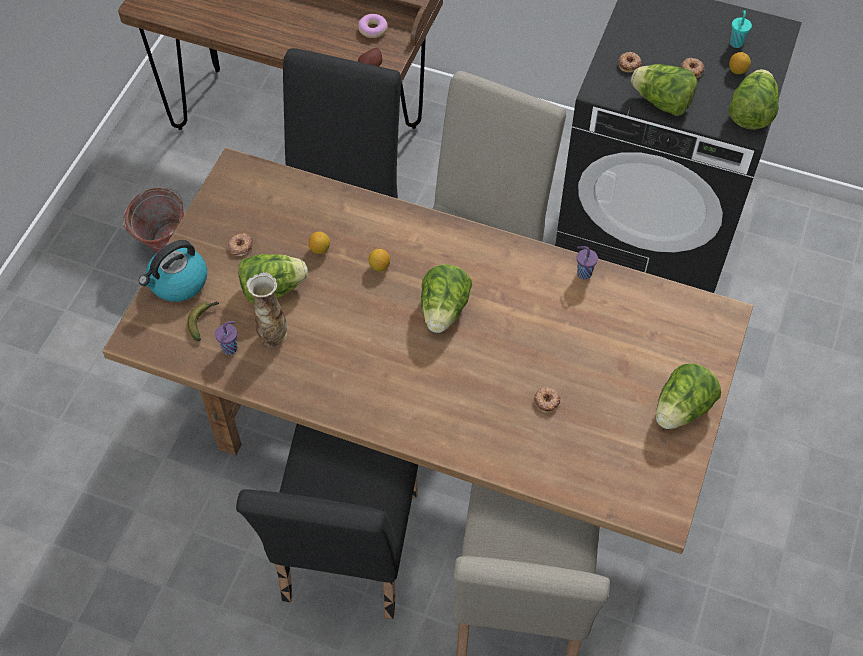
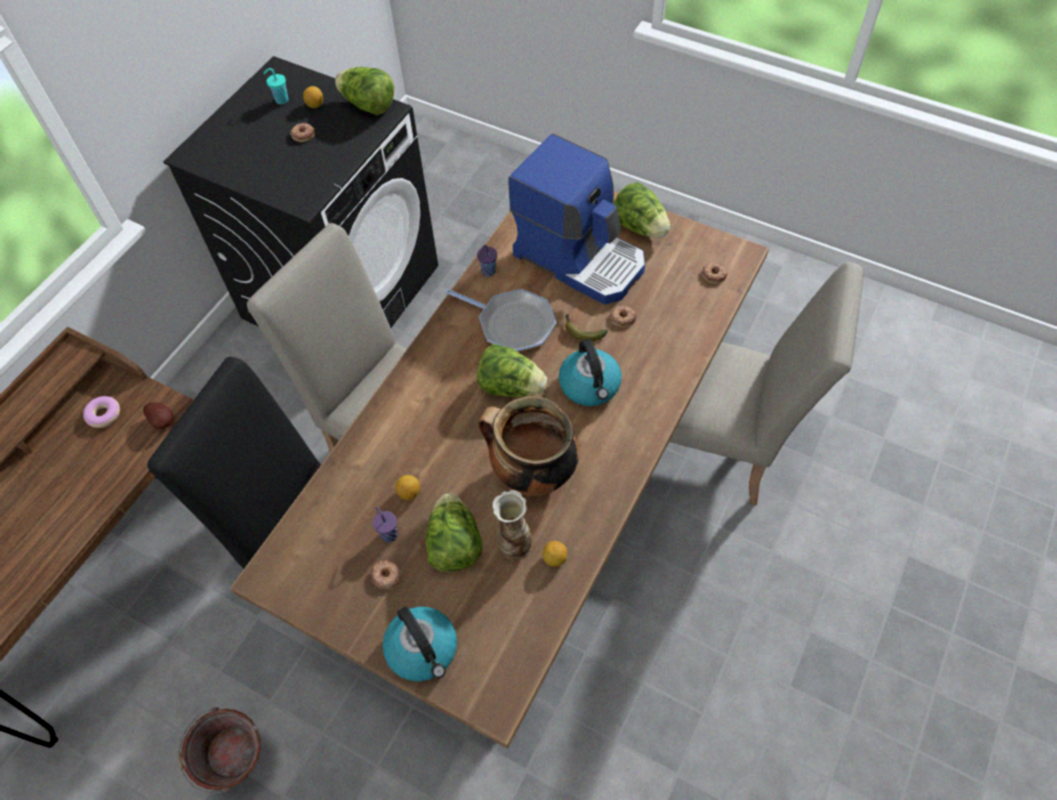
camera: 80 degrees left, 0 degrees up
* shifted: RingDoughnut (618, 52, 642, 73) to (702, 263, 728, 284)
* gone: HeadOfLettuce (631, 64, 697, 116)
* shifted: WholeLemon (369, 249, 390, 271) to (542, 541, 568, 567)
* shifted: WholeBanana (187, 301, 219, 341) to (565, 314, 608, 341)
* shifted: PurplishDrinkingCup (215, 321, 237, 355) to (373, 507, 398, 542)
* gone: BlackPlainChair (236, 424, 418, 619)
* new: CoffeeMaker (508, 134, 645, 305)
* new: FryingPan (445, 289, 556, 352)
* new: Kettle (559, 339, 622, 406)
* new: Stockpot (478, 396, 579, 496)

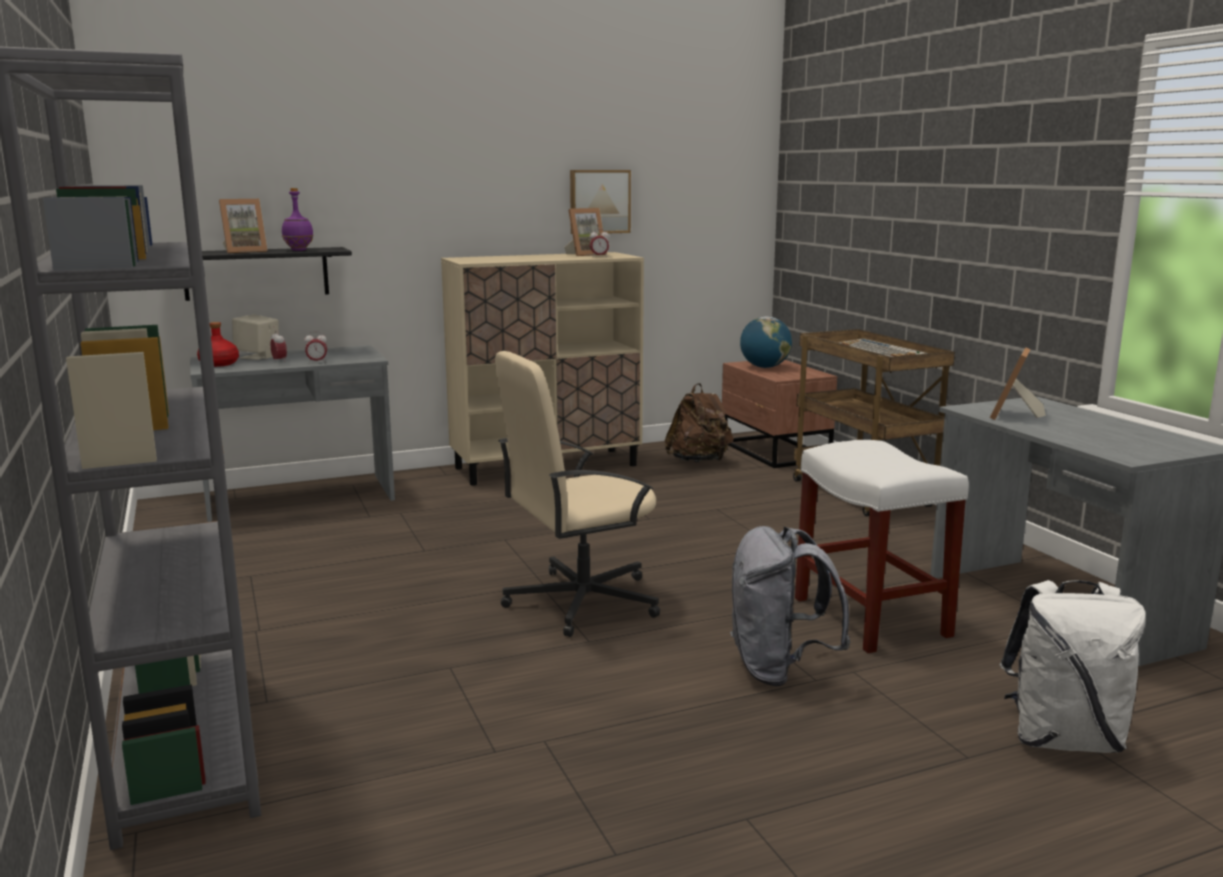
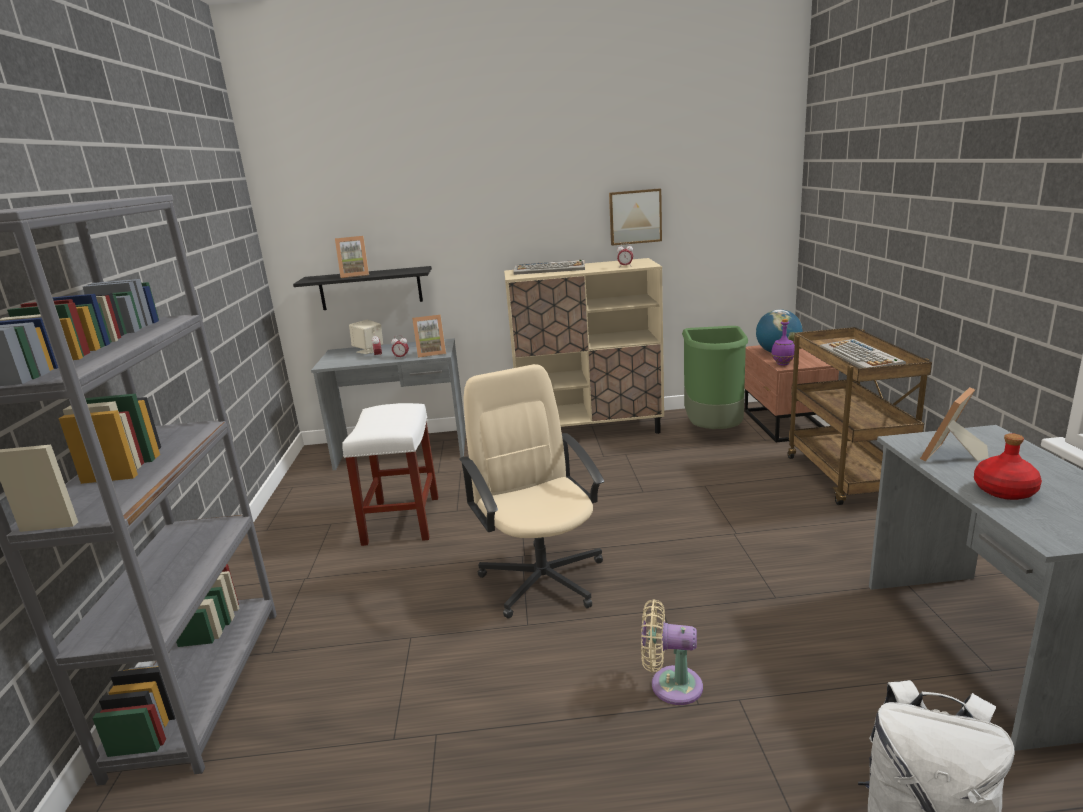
camera: 20 degrees right, 5 degrees up
* shifted: PurplishBottle (282, 188, 314, 251) to (771, 319, 795, 365)
* shifted: PhotoFrame (565, 208, 607, 256) to (412, 315, 446, 358)
* shifted: RedBottle (197, 322, 239, 367) to (974, 433, 1042, 500)
* rotated: BeigeComputerChair (495, 351, 660, 637) = (459, 364, 604, 619) 75 degrees clockwise
* swapped: BrownRucksack (665, 383, 734, 462) to GreenishWasteBin (682, 326, 748, 429)
* shifted: WhiteColouredSittingStool (795, 440, 969, 653) to (342, 403, 438, 546)
* swapped: GreyishRucksack (730, 526, 850, 687) to BeigeElectricFan (641, 599, 703, 705)
* new: Keyboard (513, 260, 585, 275)

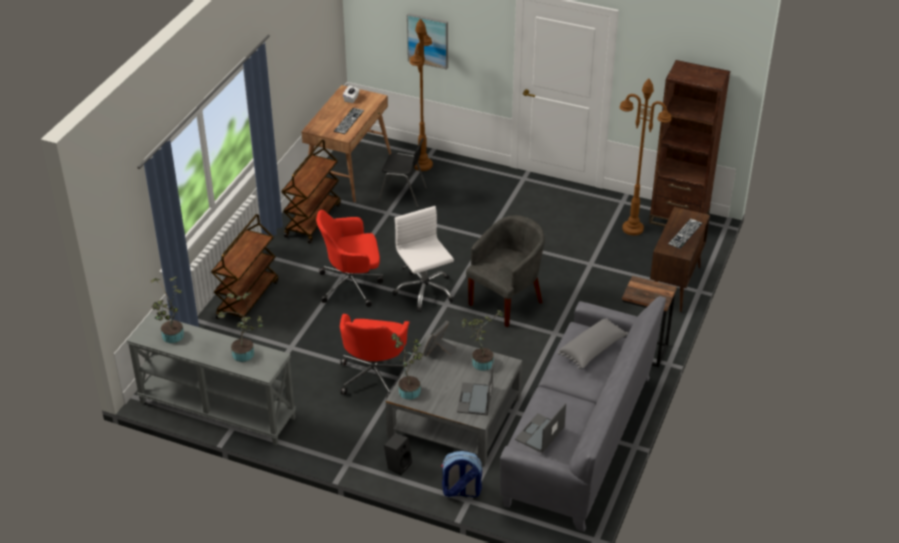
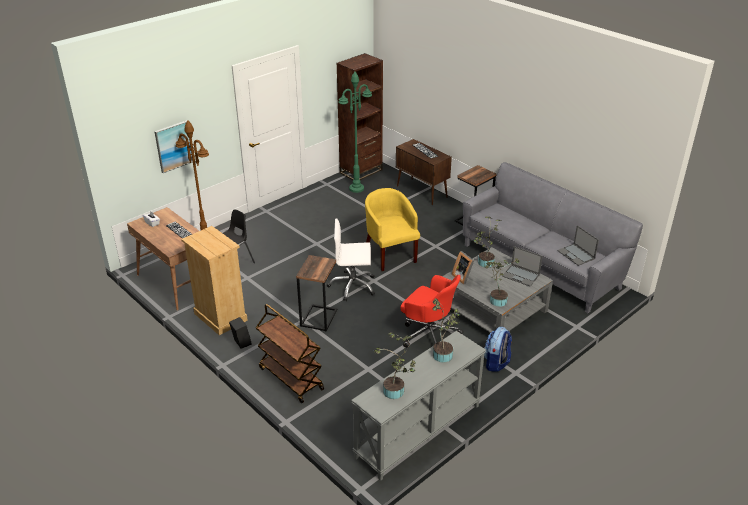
camera: 65 degrees left, 5 degrees down
* repainted: BrownFloorLamp (620, 79, 672, 235) to GreenishFloorLamp (338, 72, 372, 193)
* swapped: BrownWheeledCart (281, 139, 341, 244) to BeigeDresser (181, 226, 248, 335)
* swapped: RedComputerChair (316, 210, 383, 307) to EndTable (296, 255, 338, 331)
* repainted: GreyishLoungeChair (466, 215, 545, 327) to YellowishLoungeChair (365, 188, 420, 271)
* gone: GreyishThrowPillow (558, 318, 628, 369)
* shifted: BlackSpeaker (384, 433, 412, 475) to (229, 317, 252, 349)
* shifted: Rucksack (441, 451, 482, 497) to (484, 327, 512, 372)

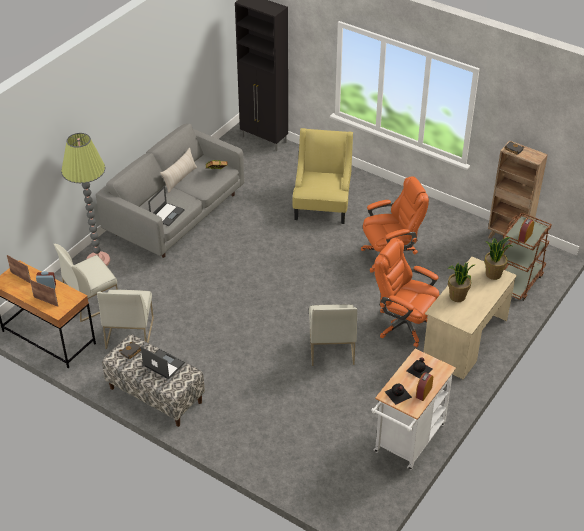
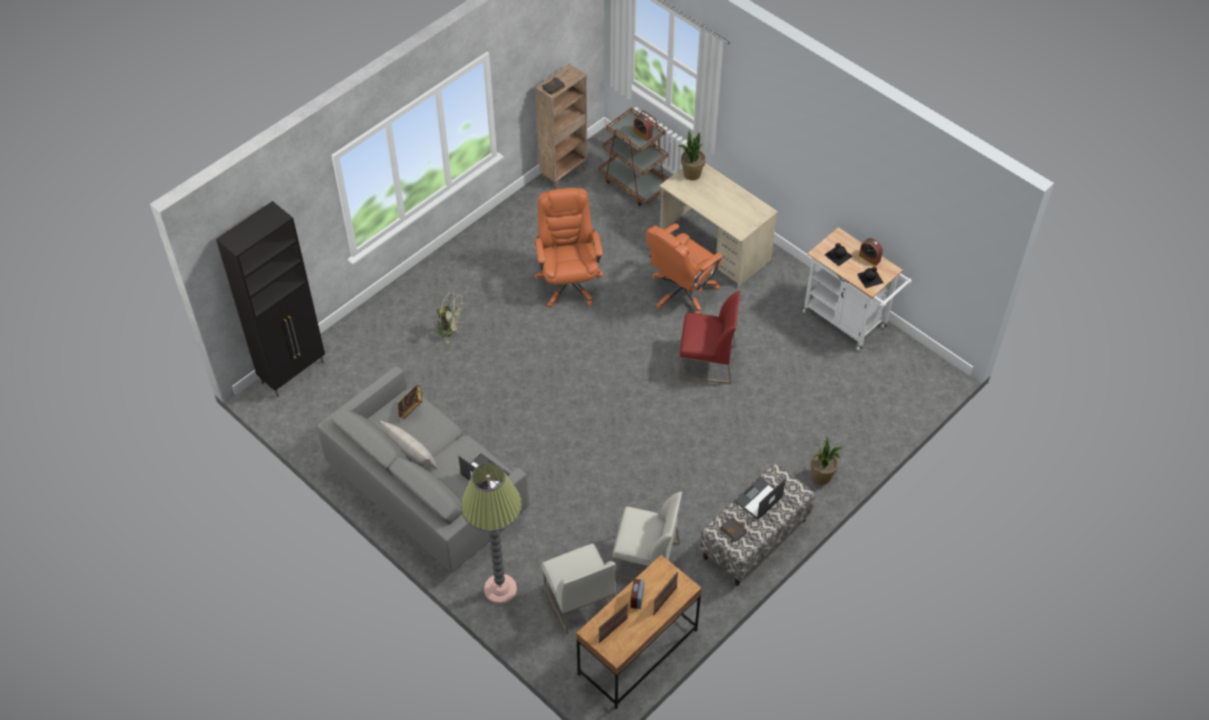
camera: 80 degrees left, 10 degrees up
* swapped: YellowishLoungeChair (292, 128, 353, 224) to GreenishElectricFan (437, 292, 465, 344)
* shifted: PottedPlant (447, 262, 476, 302) to (811, 436, 843, 485)
* repainted: WhiteColouredPlainChair (309, 304, 357, 366) to RedPlainChair (679, 291, 740, 384)

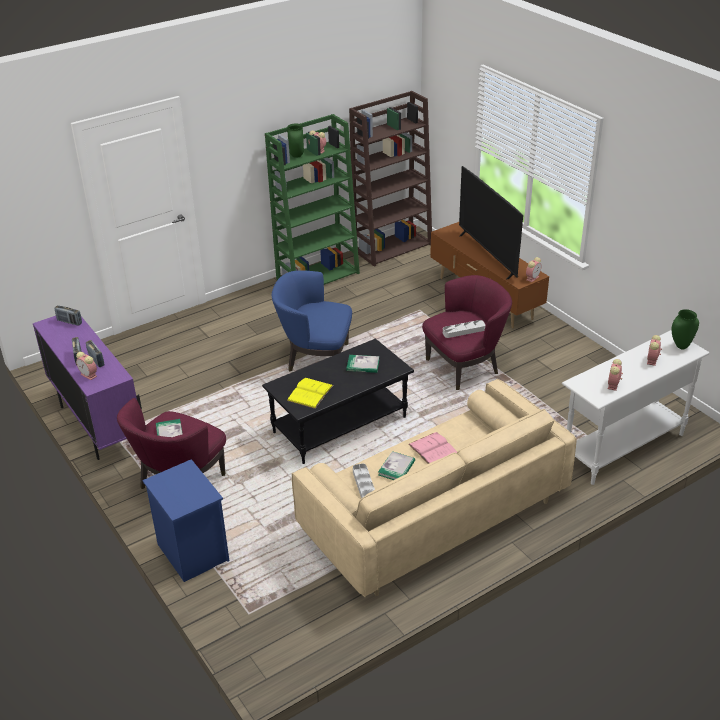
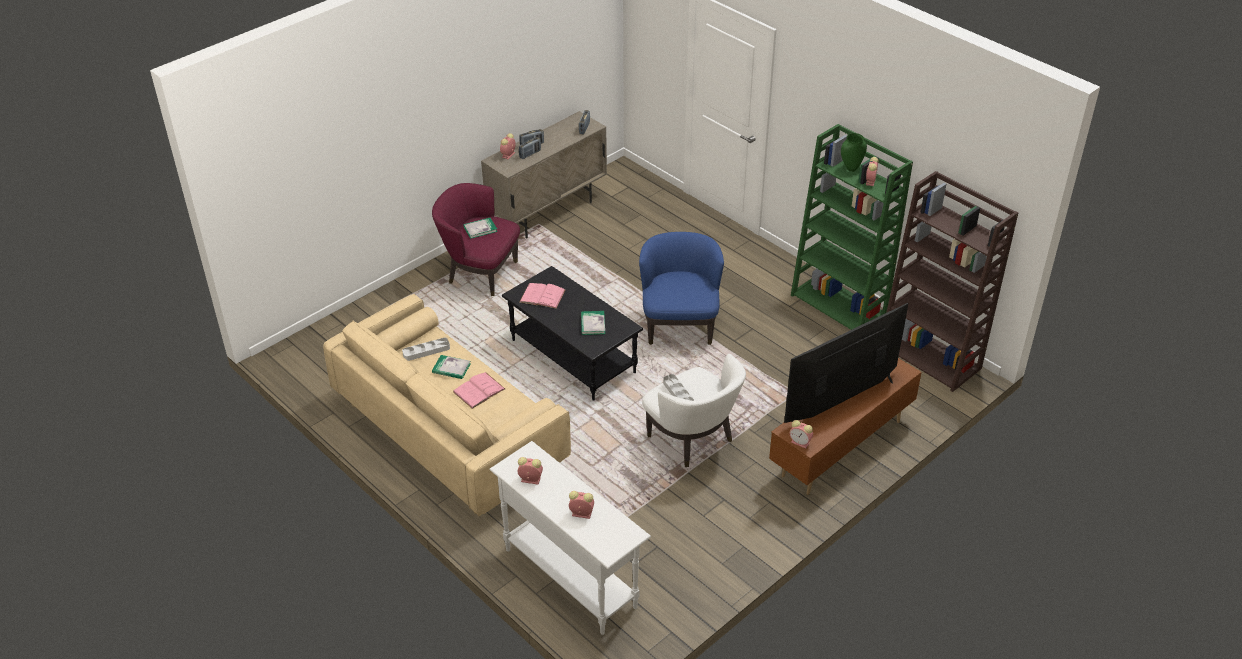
camera: 80 degrees right, 5 degrees up
* repainted: PurplishLoungeChair (422, 275, 512, 390) to WhiteColouredLoungeChair (642, 354, 746, 467)
* gone: GreenishVase (672, 309, 699, 349)
* repainted: PurplishCupboard (33, 316, 142, 460) to BeigeCupboard (481, 111, 607, 238)
* repainted: YellowishBook (287, 378, 333, 409) to PinkColouredBook (520, 283, 565, 309)
* gone: BluishNightstand (143, 459, 229, 582)

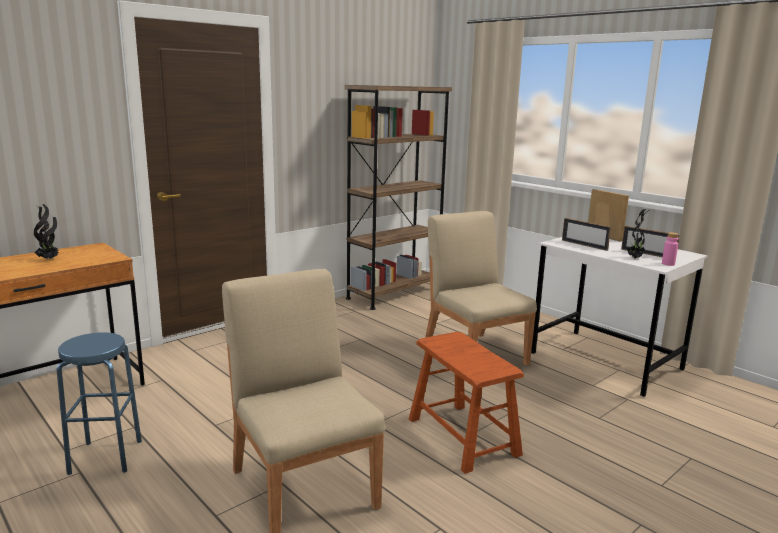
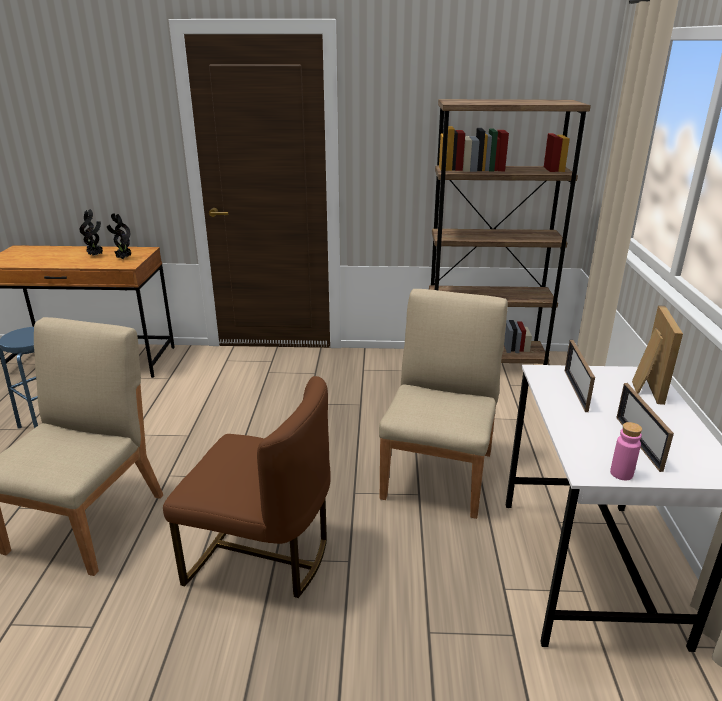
camera: 45 degrees right, 10 degrees up
* shifted: PottedPlant (627, 209, 650, 259) to (107, 214, 132, 259)
* swapped: BrownSittingStool (409, 332, 524, 474) to BrownPlainChair (163, 376, 331, 598)

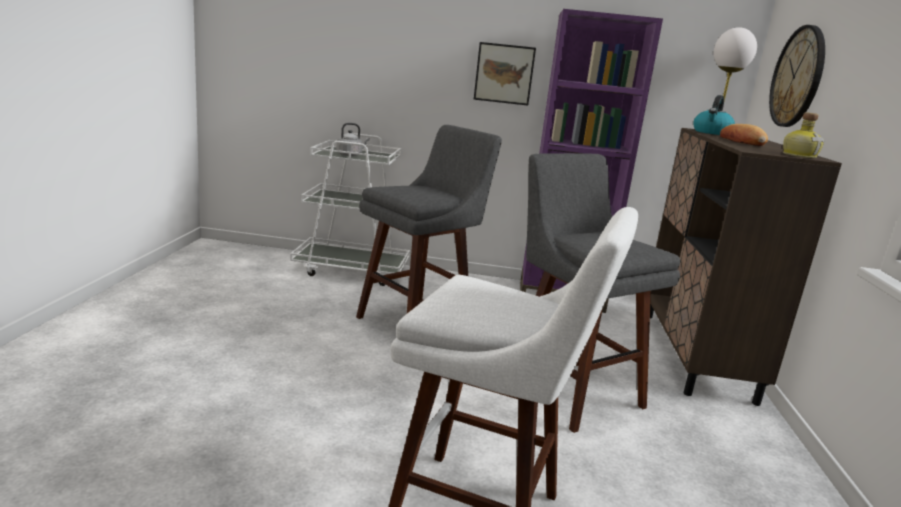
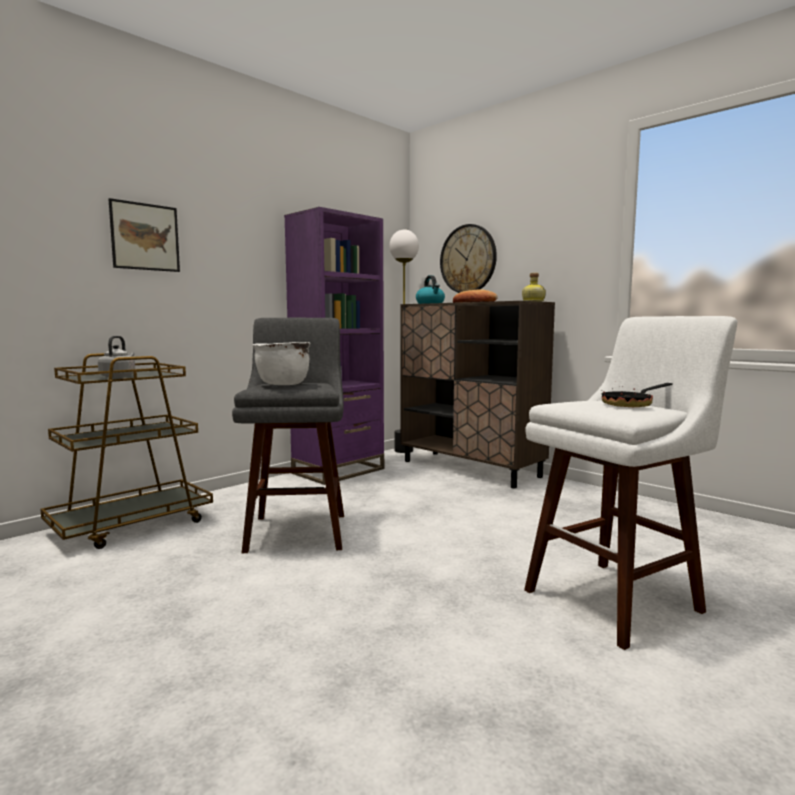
camera: 50 degrees left, 10 degrees down
* shifted: WallPicture (474, 42, 536, 105) to (108, 198, 180, 272)
* repainted: WhiteColouredWheeledCart (290, 133, 410, 286) to BrownWheeledCart (40, 353, 213, 549)
* gone: GreyishSittingStool (526, 153, 681, 433)
* new: WhiteColouredStockpot (253, 342, 310, 385)
* new: FryingPan (601, 383, 673, 407)

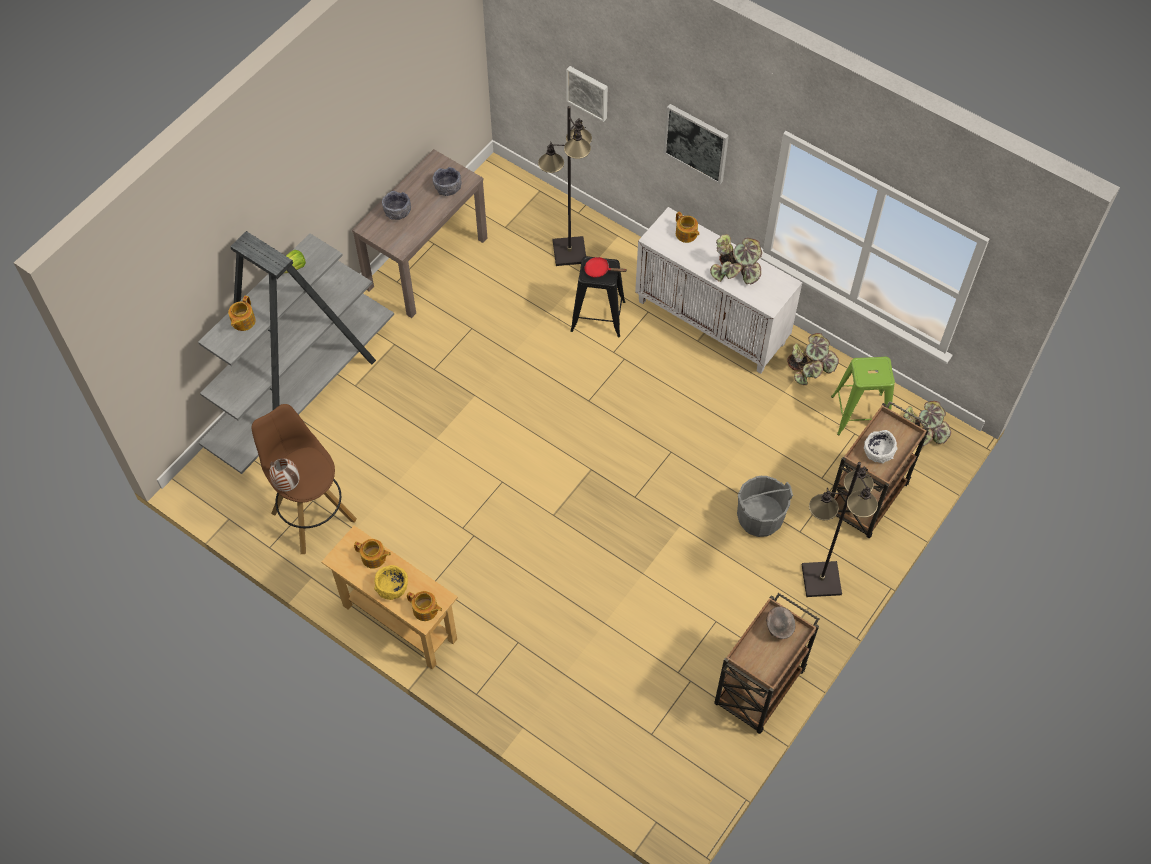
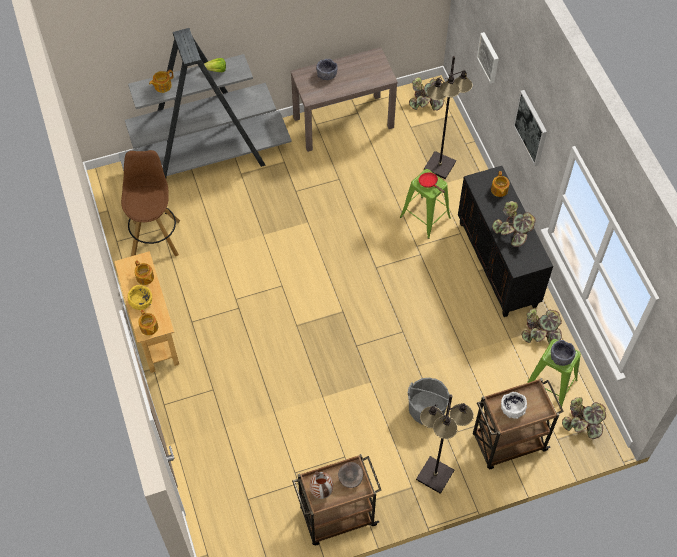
camera: 35 degrees right, 0 degrees up
* shifted: GreyishServingBowl (433, 167, 462, 196) to (551, 340, 576, 366)
* repainted: WhiteColouredCupboard (635, 207, 803, 374) to BlackCupboard (458, 166, 553, 317)
* repainted: BlackSittingStool (570, 256, 625, 337) to GreenishSittingStool (400, 169, 451, 239)
* shifted: Vase (269, 458, 299, 492) to (310, 471, 333, 499)
* new: PottedPlant (409, 77, 444, 111)

